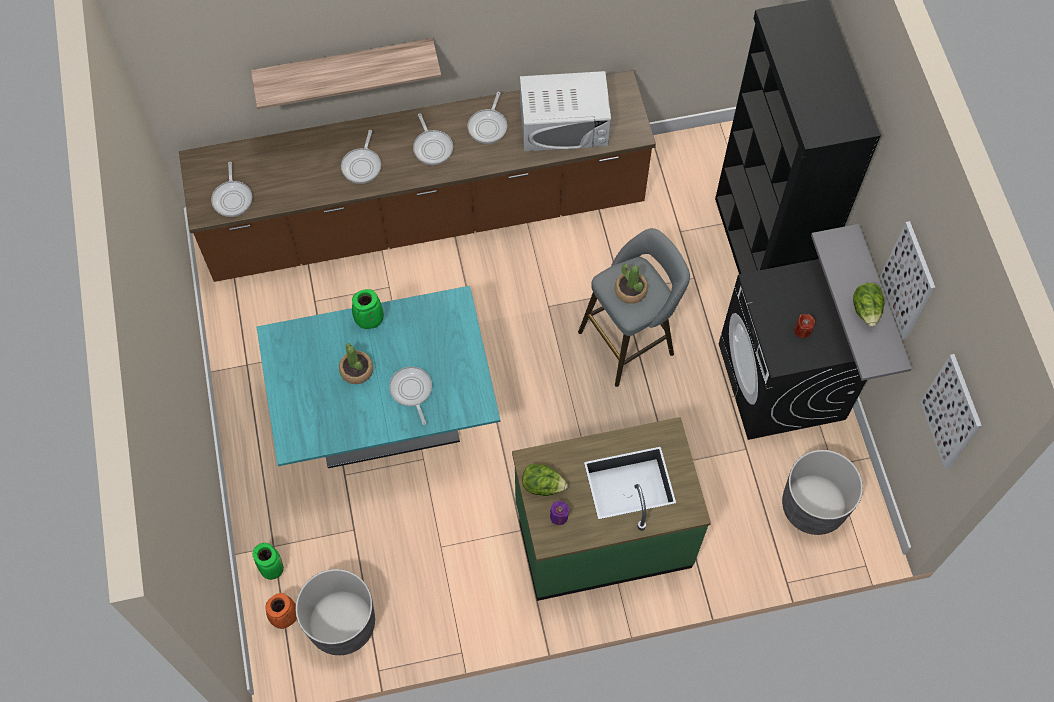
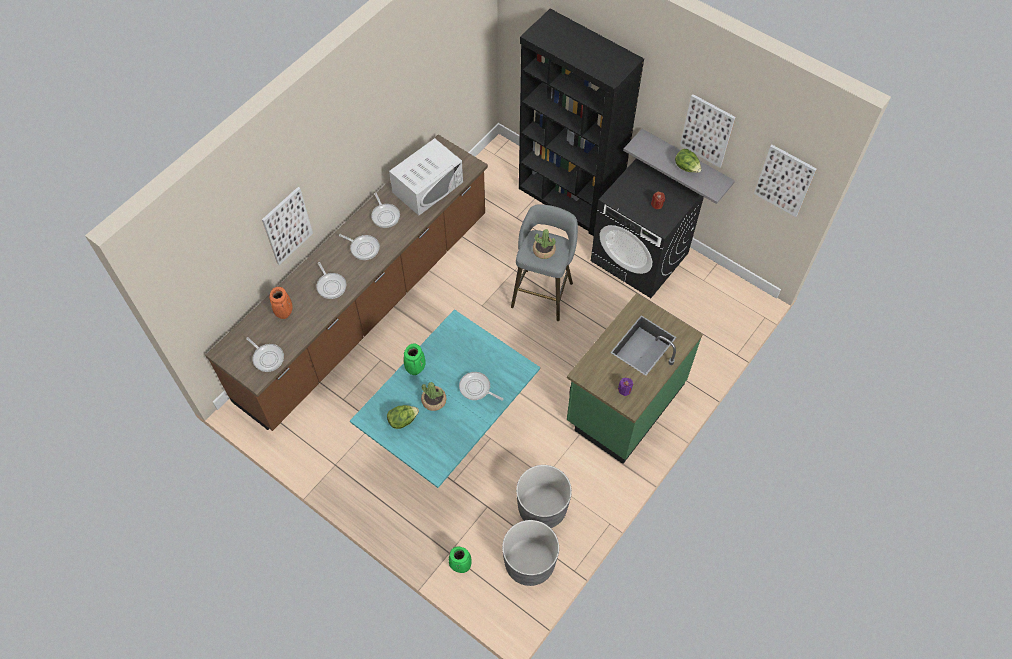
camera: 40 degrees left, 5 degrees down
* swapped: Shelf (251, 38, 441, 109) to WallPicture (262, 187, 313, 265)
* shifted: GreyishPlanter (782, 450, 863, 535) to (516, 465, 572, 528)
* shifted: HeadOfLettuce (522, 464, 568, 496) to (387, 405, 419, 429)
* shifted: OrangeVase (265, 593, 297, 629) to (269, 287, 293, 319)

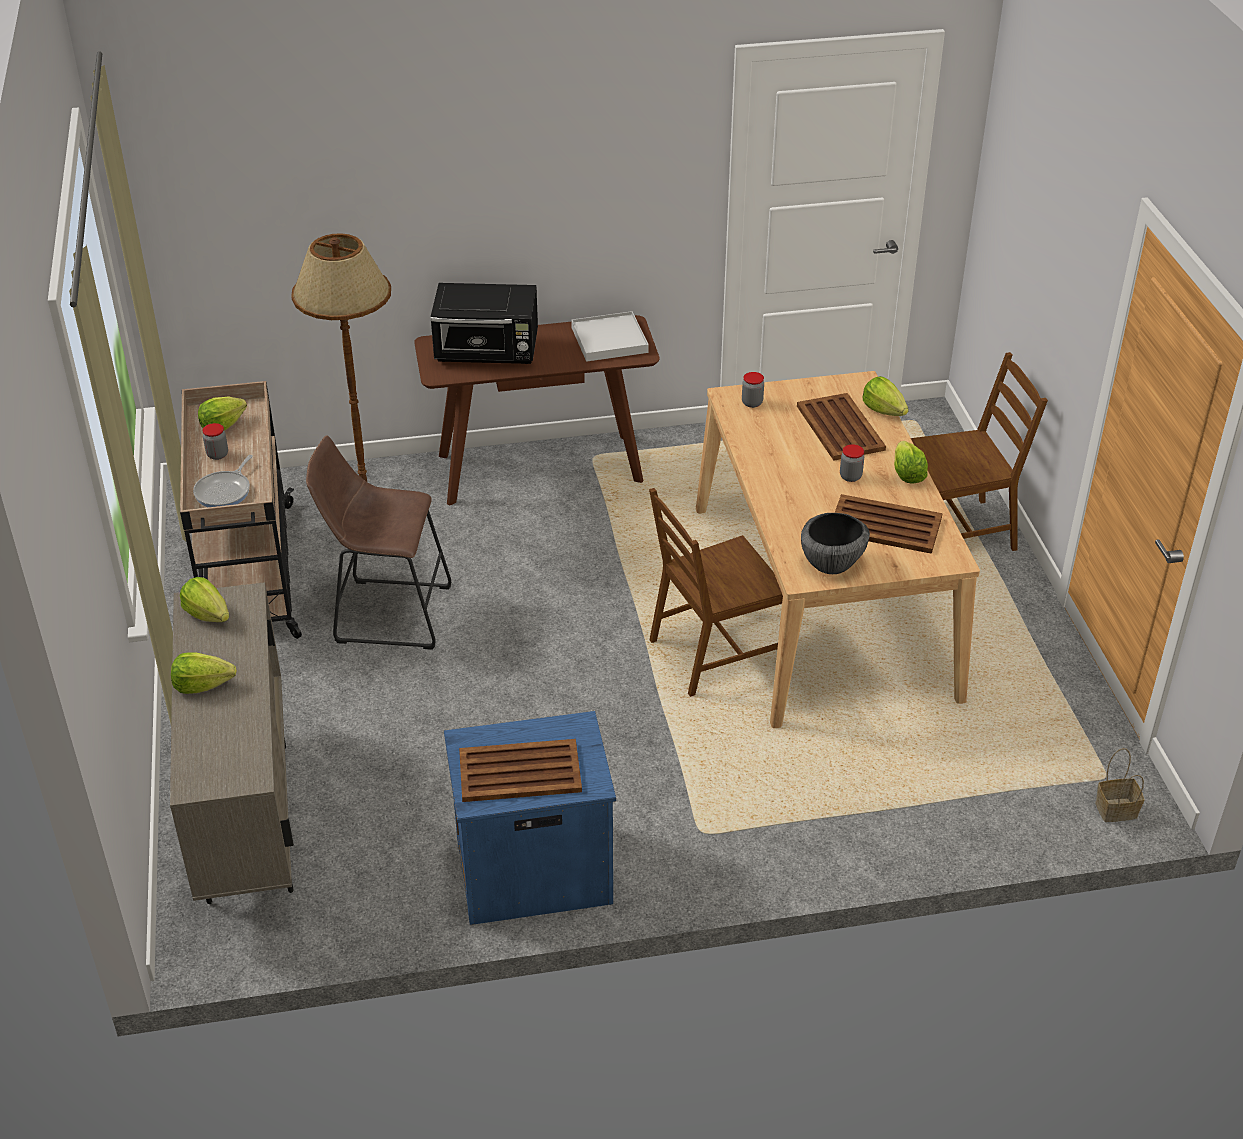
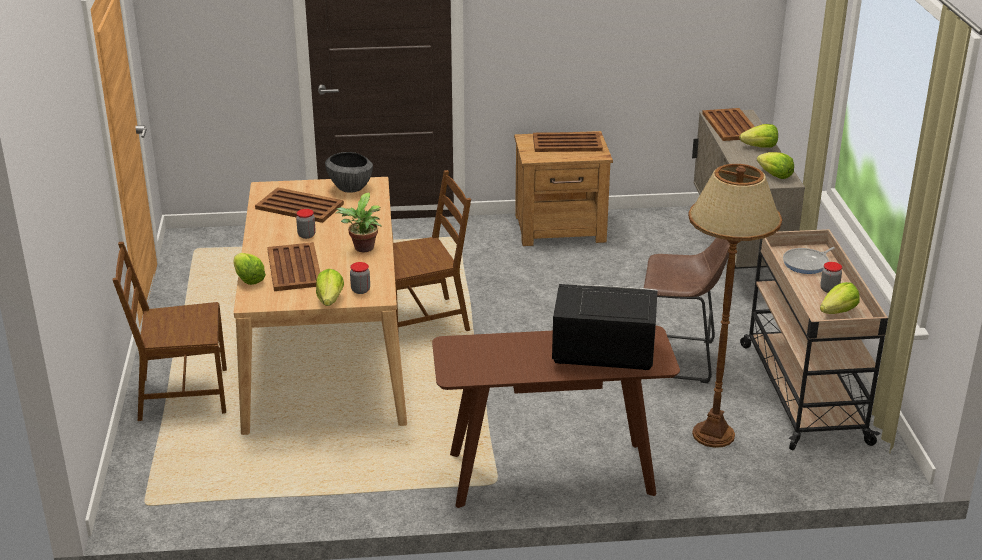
camera: 175 degrees left, 10 degrees down
* gone: WhiteColouredTray (571, 311, 649, 362)
* shifted: HeadOfLettuce (894, 441, 928, 484) to (316, 269, 344, 306)
* rotated: FryingPan (193, 455, 253, 507) = (783, 247, 835, 274) 150 degrees counterclockwise
* repainted: BluishNightstand (444, 711, 616, 925) to BrownNightstand (514, 131, 613, 246)
* gone: StorageBasket (1095, 748, 1145, 822)
* new: BrownTray (702, 108, 755, 141)
* new: PottedPlant (335, 193, 382, 252)

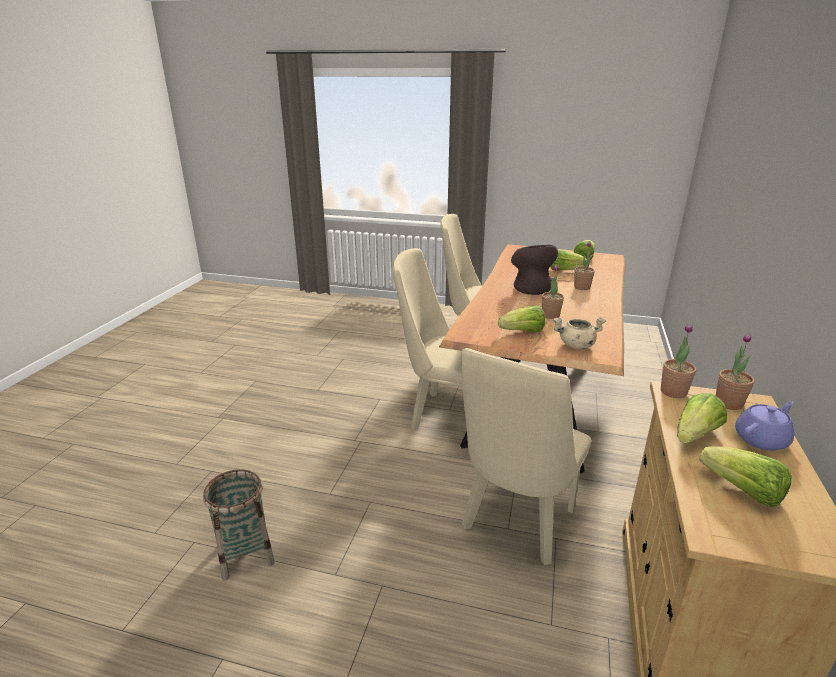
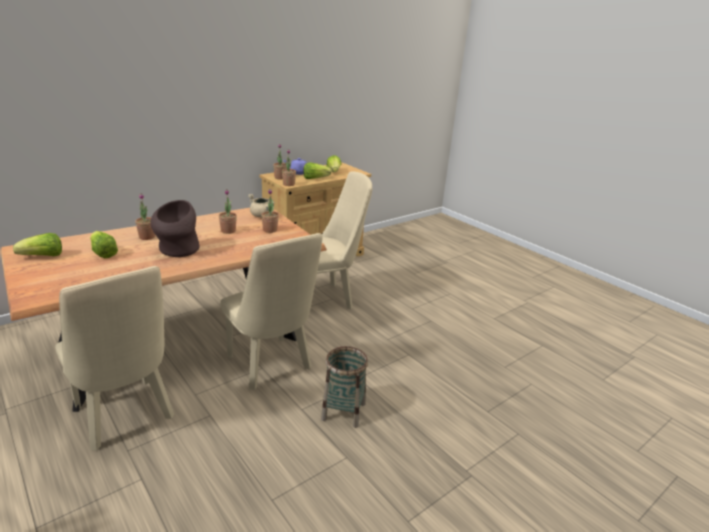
camera: 145 degrees left, 0 degrees up
* swapped: HeadOfLettuce (498, 306, 545, 332) to PottedPlant (261, 189, 279, 233)
* shifted: StorageBasket (203, 469, 275, 580) to (321, 346, 368, 428)

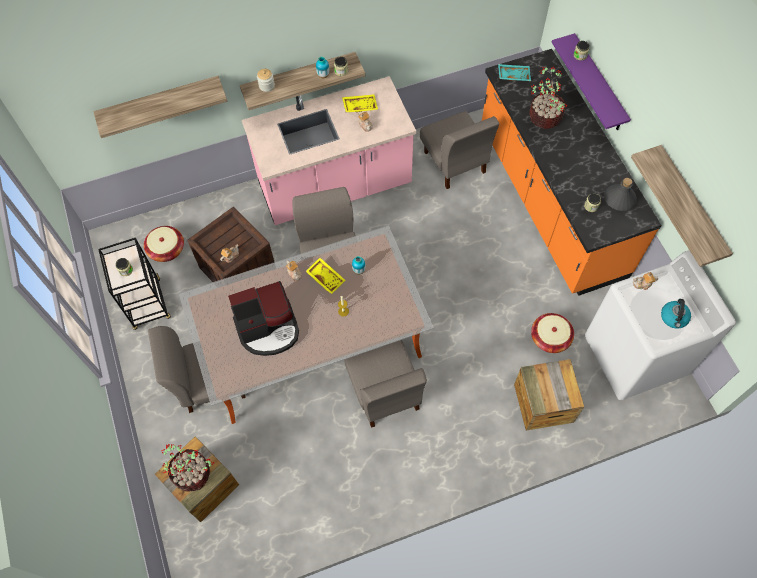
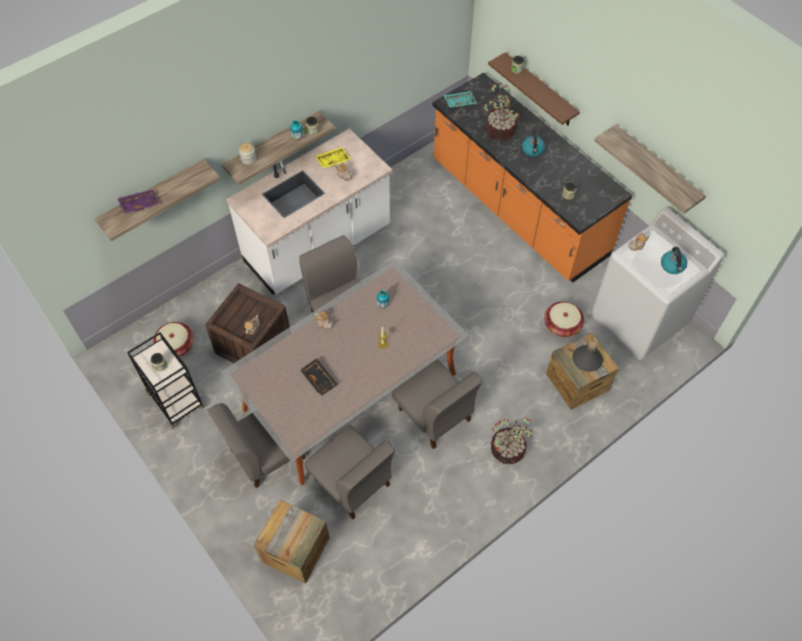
camera: 20 degrees left, 5 degrees down
* repainted: PurplishShelf (552, 33, 631, 130) to BrownShelf (488, 52, 580, 125)
* repainted: PinkColouredKitchenBaseUnit (242, 76, 416, 225) to WhiteColouredKitchenBaseUnit (226, 129, 392, 294)
* shifted: GreyishPlainChair (420, 111, 499, 189) to (305, 425, 395, 519)
* shifted: GreyishBottle (604, 178, 637, 211) to (572, 342, 603, 372)
* gone: YellowishTray (306, 258, 346, 294)
* swapped: CoffeeMaker (228, 281, 299, 356) to BlackTray (300, 358, 338, 396)
* shifted: PottedPlant (162, 444, 215, 492) to (491, 417, 532, 464)
* new: Kettle (522, 131, 545, 157)
* new: PurplishTray (118, 189, 159, 213)

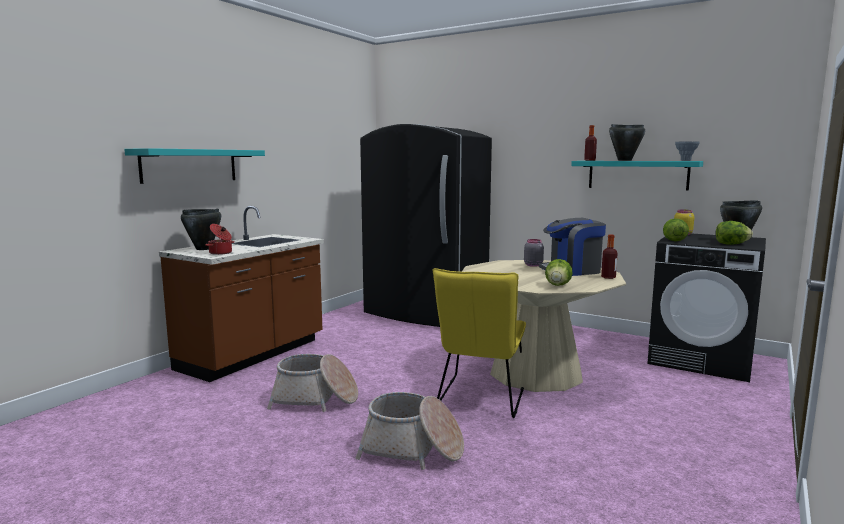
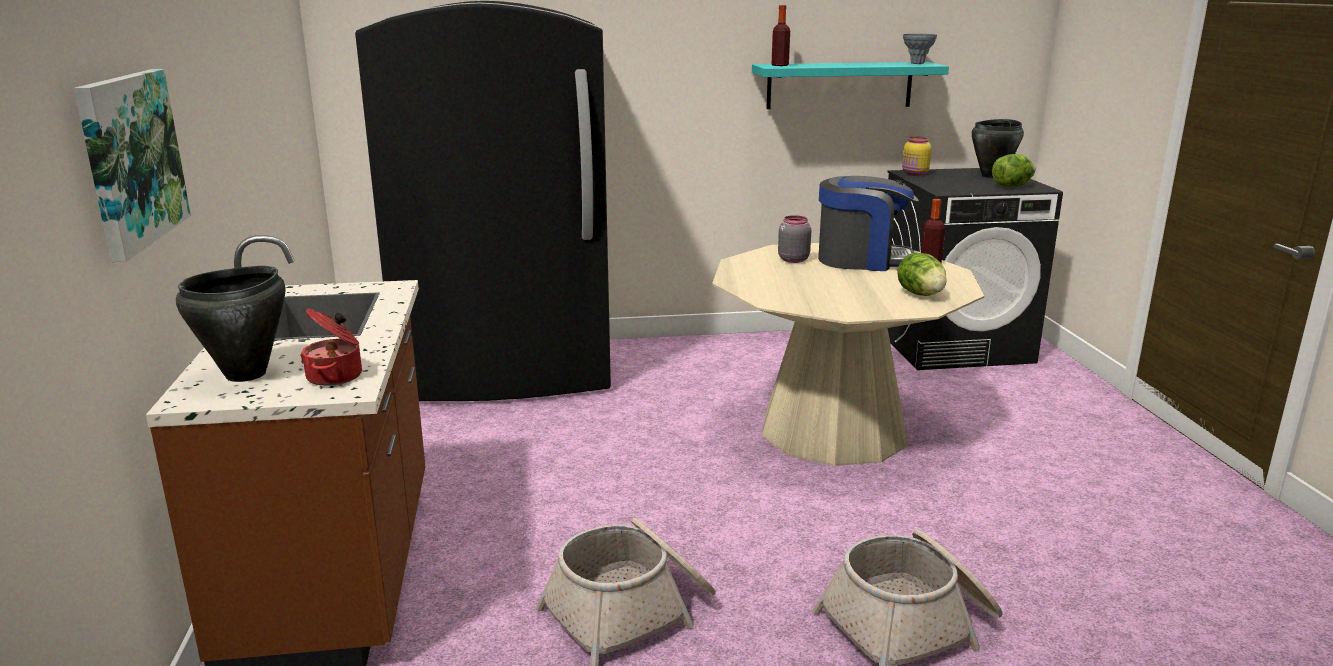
camera: 40 degrees left, 10 degrees up
* gone: BlackStockpot (609, 124, 645, 161)
* swapped: TurquoiseShelf (124, 148, 265, 184) to WallPicture (74, 69, 191, 262)
* rotated: CoffeeMaker (539, 218, 606, 276) = (818, 176, 919, 271) 120 degrees counterclockwise
* gone: HeadOfLettuce (663, 218, 689, 241)
* gone: YellowishPlainChair (432, 268, 526, 418)

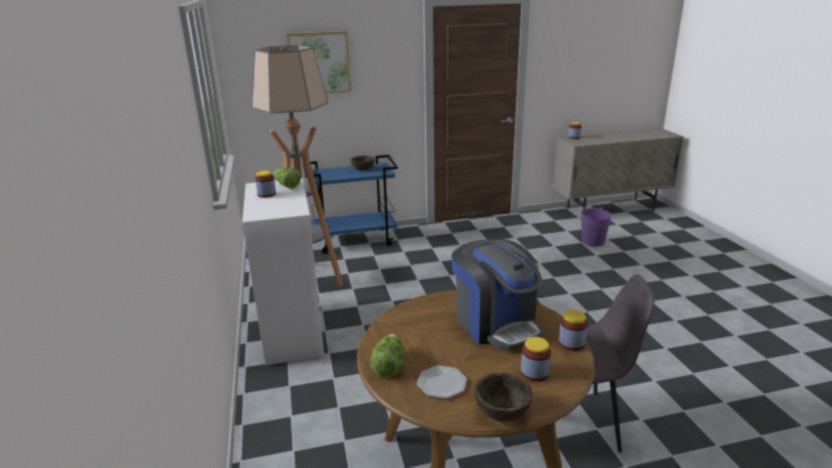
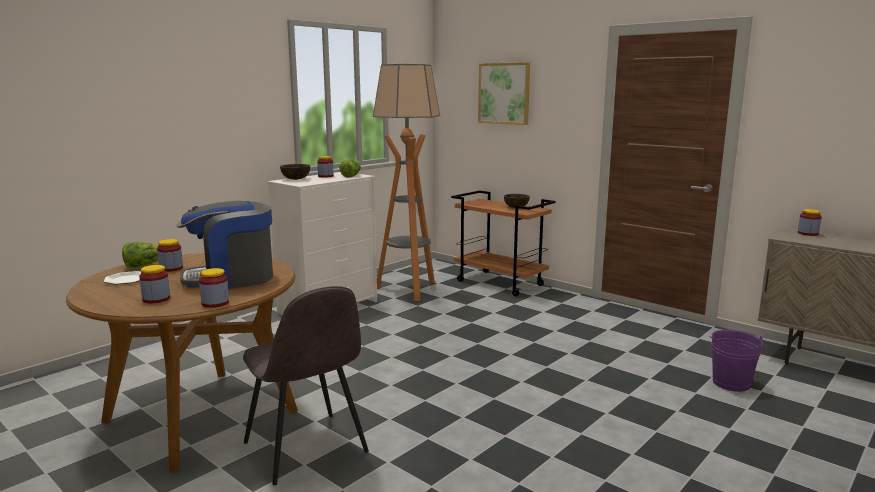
camera: 55 degrees right, 10 degrees down
* repainted: BluishWheeledCart (303, 155, 398, 254) to BrownWheeledCart (451, 190, 556, 296)
* rotated: CoffeeMaker (452, 239, 544, 350) = (176, 201, 273, 289) 45 degrees clockwise
* shifted: BrownServingBowl (474, 373, 533, 421) to (280, 164, 310, 180)
* new: PreserveJar (157, 239, 183, 272)

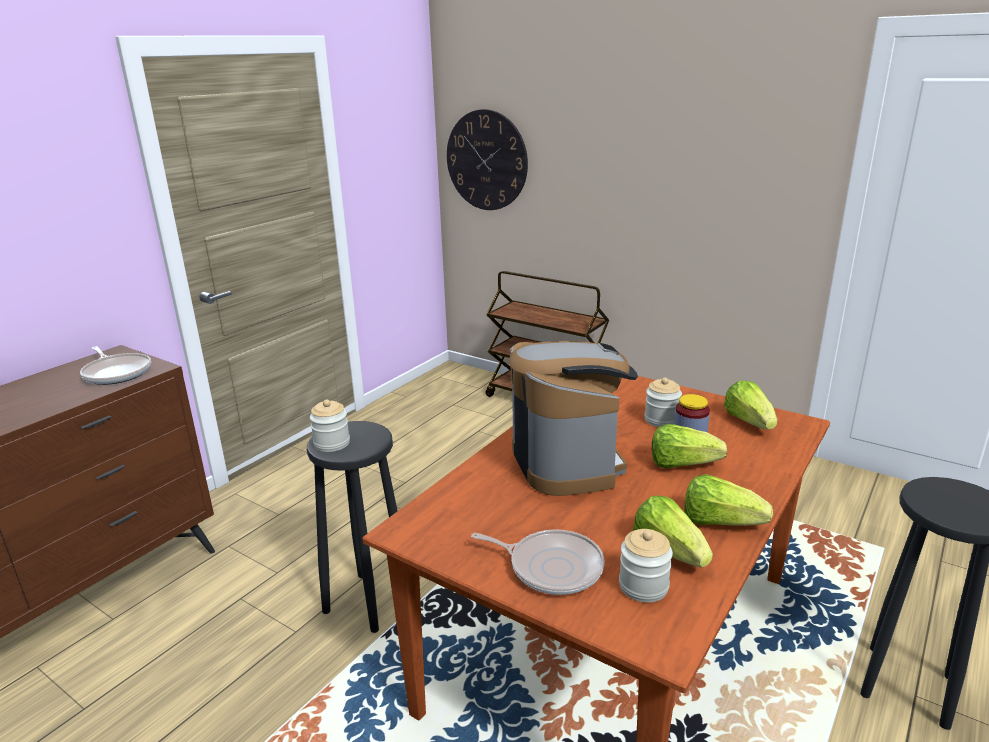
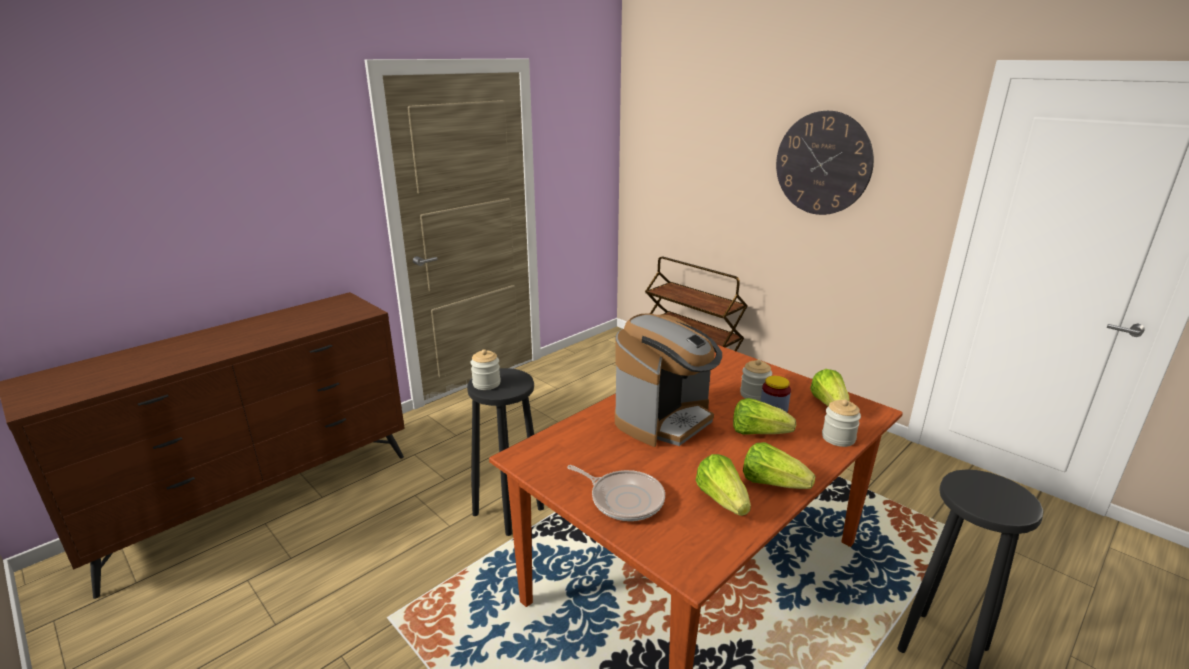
camera: 10 degrees right, 0 degrees up
* shifted: ClockOnTheWall (447, 109, 528, 210) to (776, 111, 874, 215)
* rotated: CoffeeMaker (509, 341, 638, 496) = (615, 313, 722, 447) 45 degrees clockwise
* gone: FryingPan (80, 346, 151, 385)
* shifted: PreserveJar (619, 529, 673, 602) to (822, 400, 861, 447)

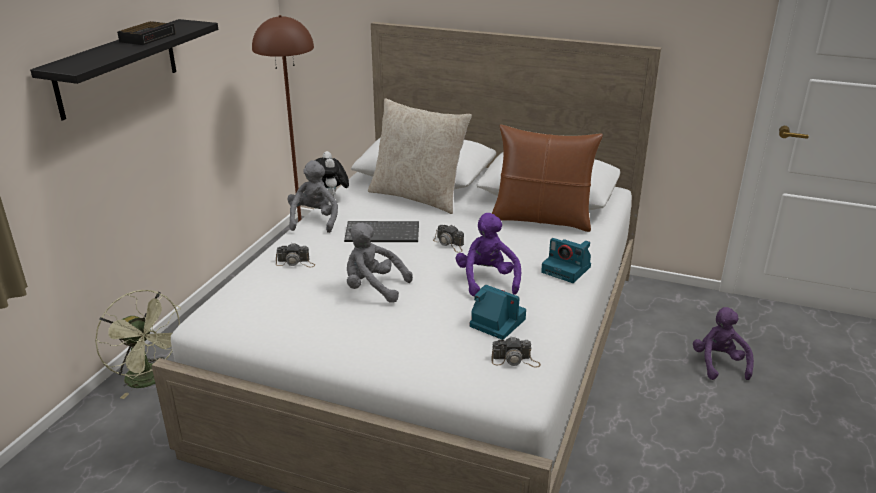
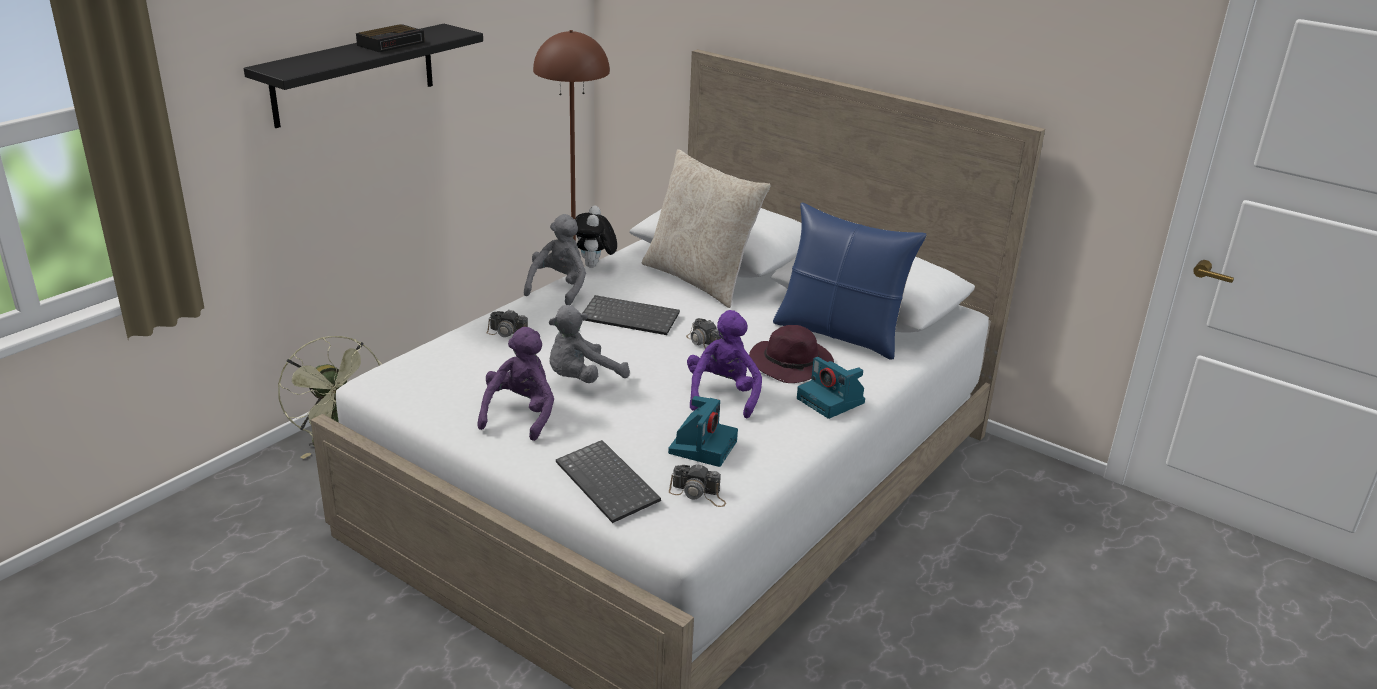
camera: 15 degrees right, 0 degrees up
* repainted: BrownThrowPillow (492, 124, 603, 232) to BluishThrowPillow (773, 203, 927, 360)
* rotated: GreyishSoftToy (347, 223, 413, 303) = (548, 305, 630, 383) 75 degrees counterclockwise
* rotated: PhotoCamera (469, 285, 526, 340) = (668, 396, 738, 467) 60 degrees clockwise
* shifted: PurplishSoftToy (693, 307, 754, 380) to (477, 327, 554, 441)
* new: PurplishHat (749, 325, 834, 383)
* new: Keyboard (556, 440, 661, 523)

